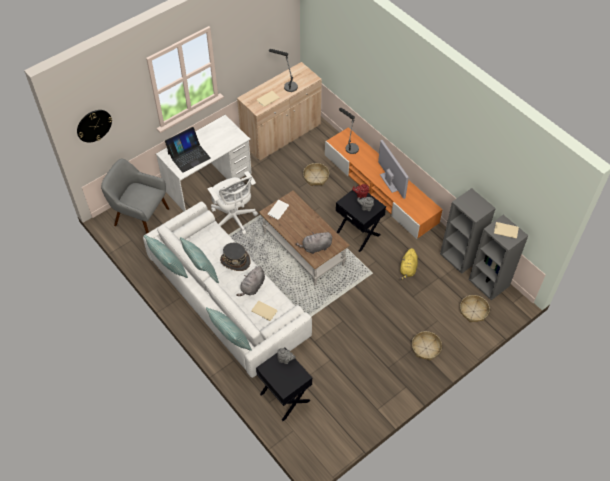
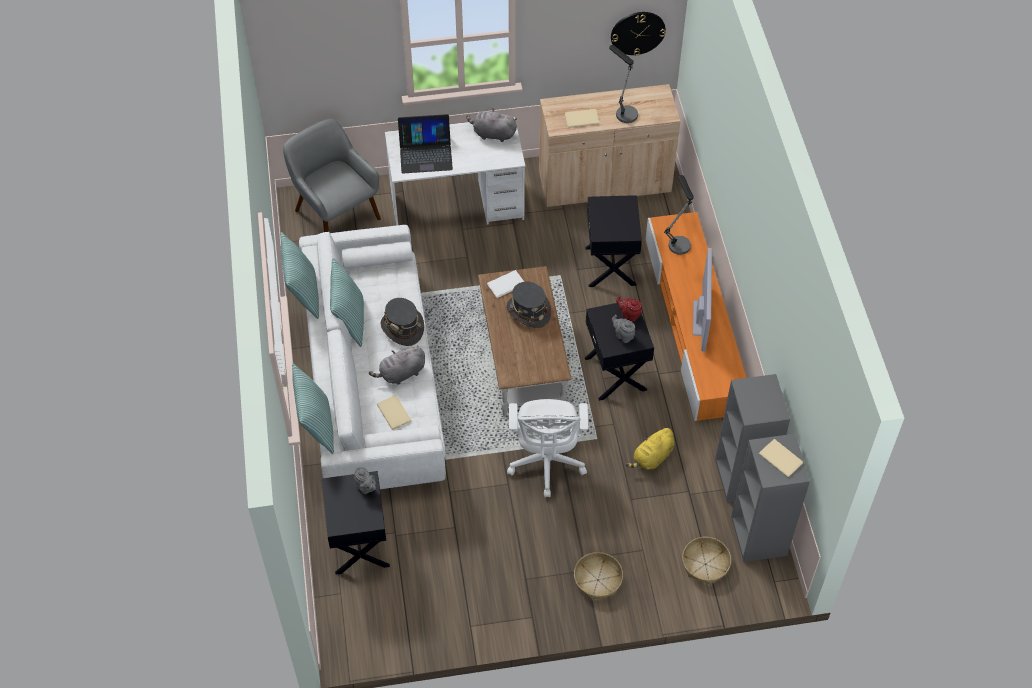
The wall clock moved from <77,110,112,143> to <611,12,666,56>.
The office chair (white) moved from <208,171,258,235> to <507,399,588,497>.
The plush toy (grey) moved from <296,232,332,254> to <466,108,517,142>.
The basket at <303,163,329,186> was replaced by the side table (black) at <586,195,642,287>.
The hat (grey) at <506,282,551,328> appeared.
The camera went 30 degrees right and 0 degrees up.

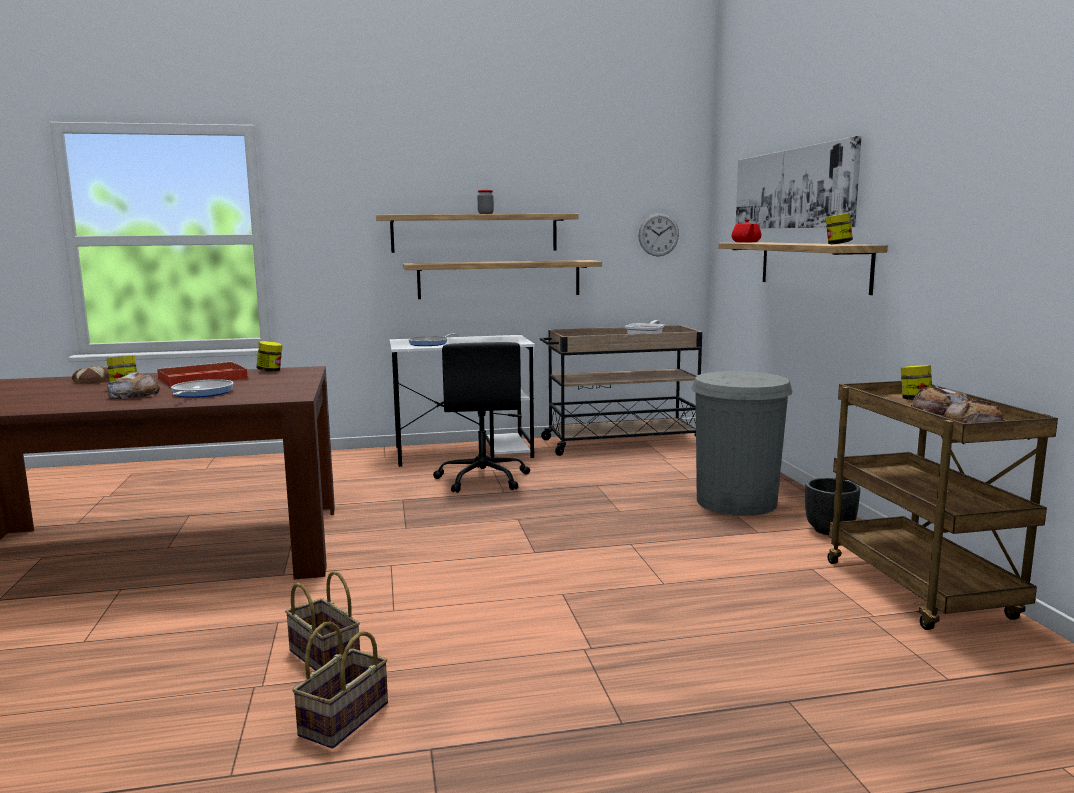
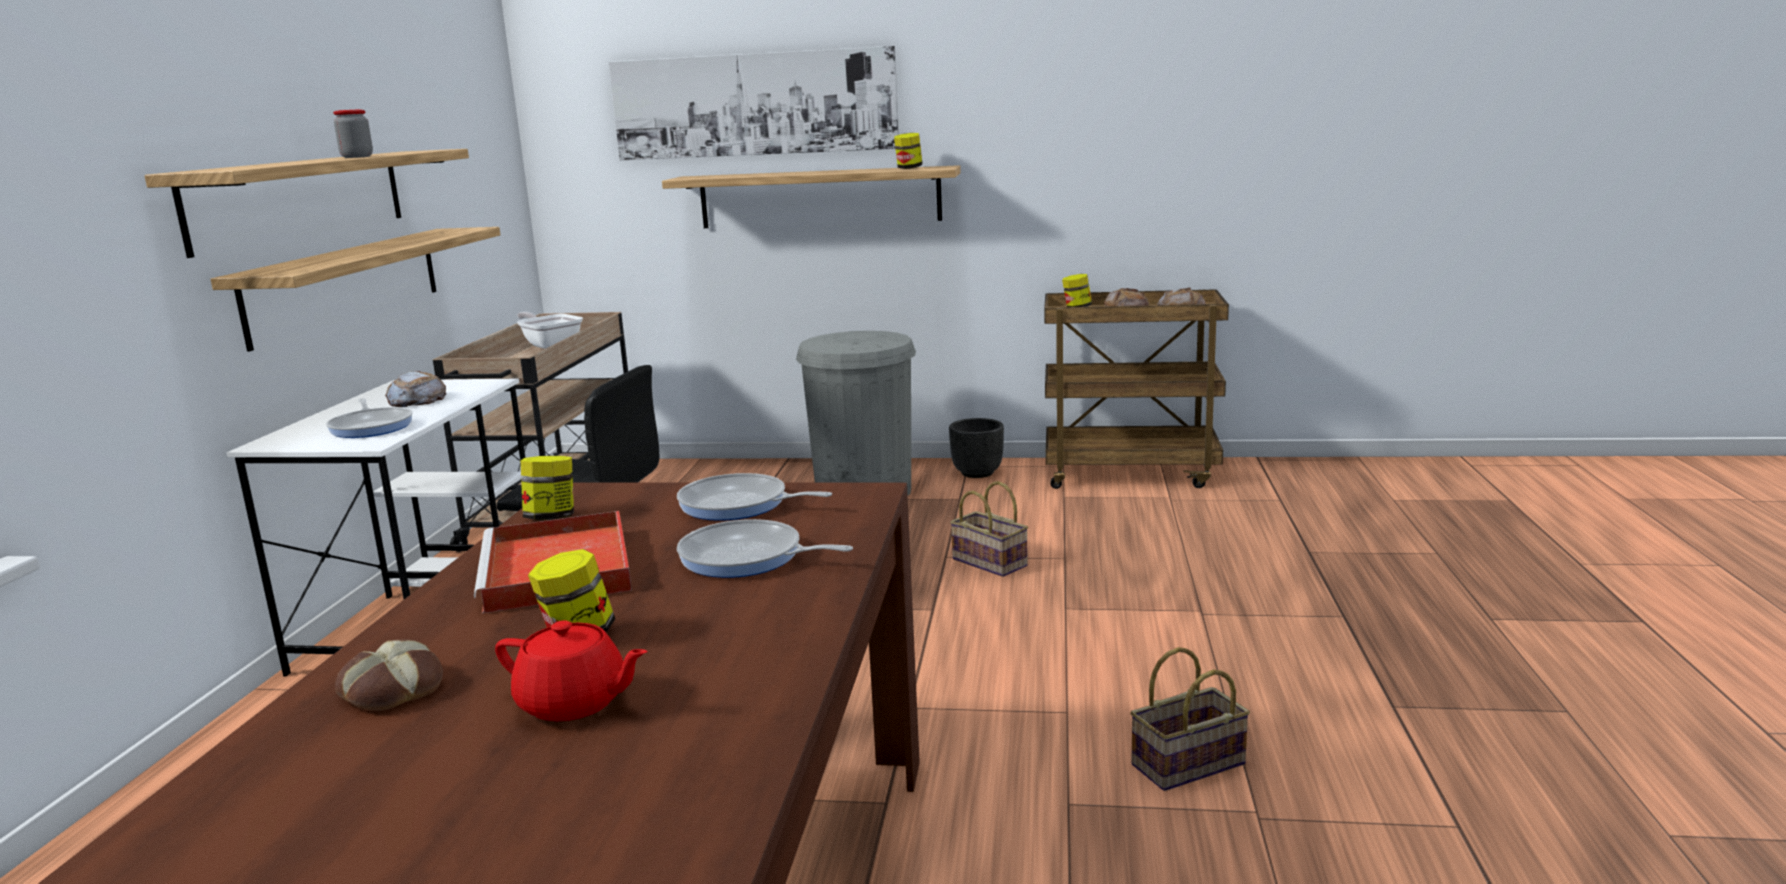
The bread moved from <107,372,160,399> to <385,371,446,407>.
The basket moved from <292,622,388,749> to <950,481,1028,577>.
The wall clock at <638,213,679,256> disappeared.
The teapot (red) moved from <732,219,761,243> to <495,620,647,721>.
The frying pan at <677,473,832,521> appeared.
The camera went 70 degrees left and 5 degrees up.

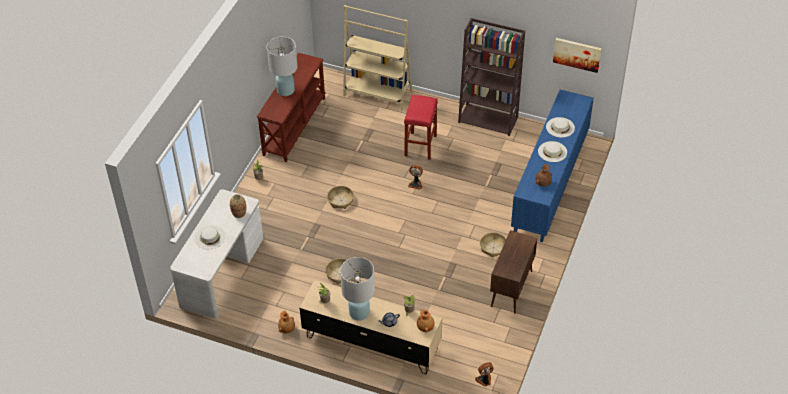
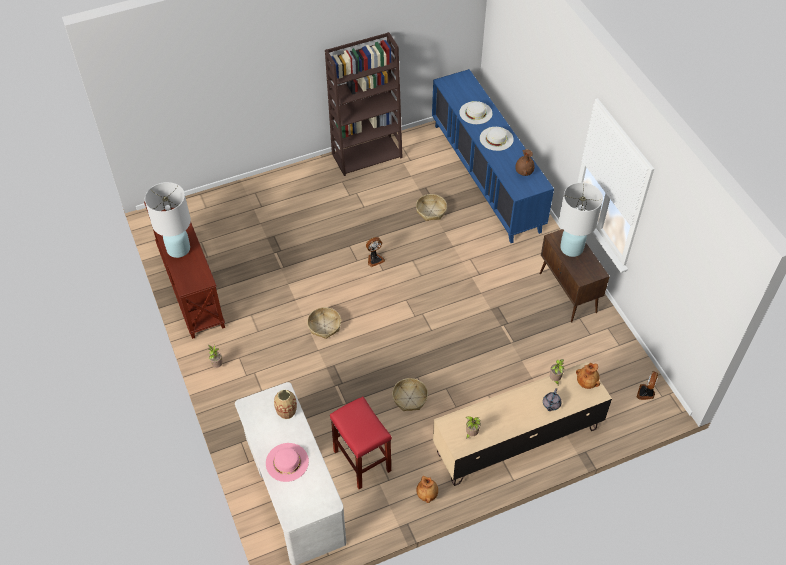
The hat (white) at <194,226,226,249> became the hat (pink) at <266,443,309,482>.
The table lamp (white) moved from <340,257,375,321> to <559,182,603,257>.
The bookcase (beige) at <343,5,412,111> disappeared.
The stool (red) moved from <404,95,438,160> to <330,397,392,489>.
The basket moved from <480,232,506,258> to <416,194,447,221>.
The picture at <553,38,601,73> disappeared.
The camera went 45 degrees left and 5 degrees up.

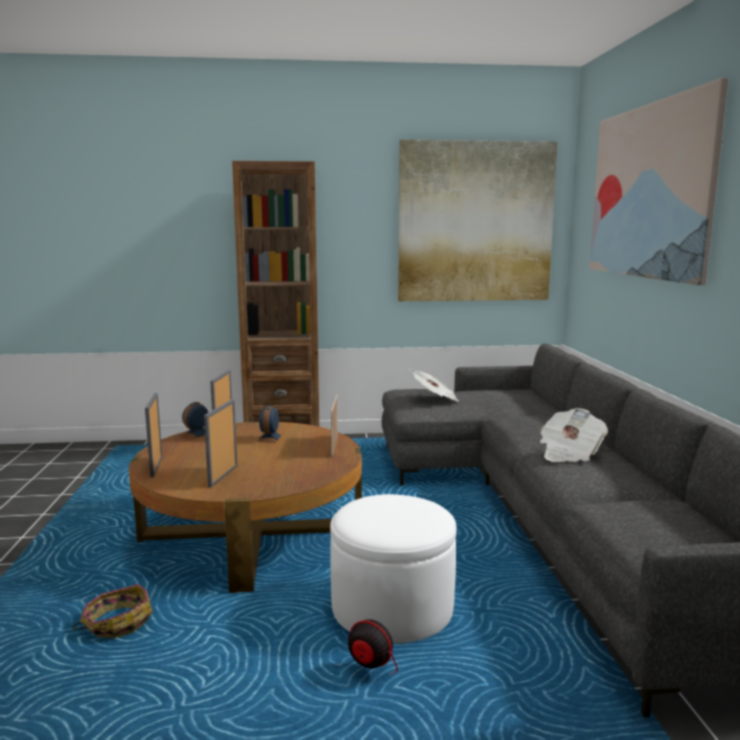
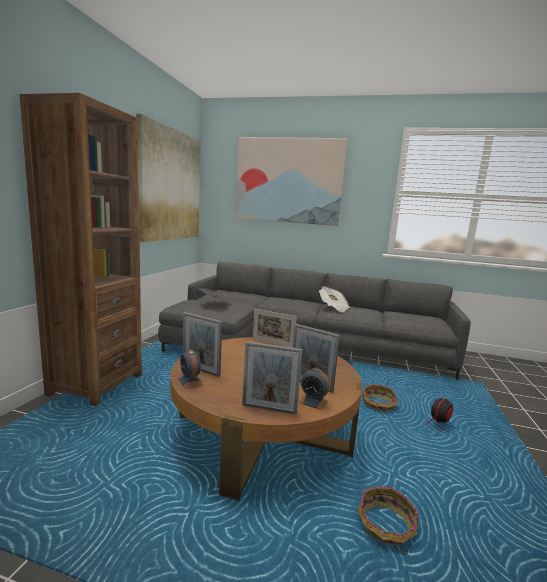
The alarm clock moved from <258,405,281,442> to <299,368,330,410>.
The ottoman (white) at <330,494,457,643> was replaced by the basket at <362,384,400,412>.
The camera went 70 degrees left and 0 degrees up.

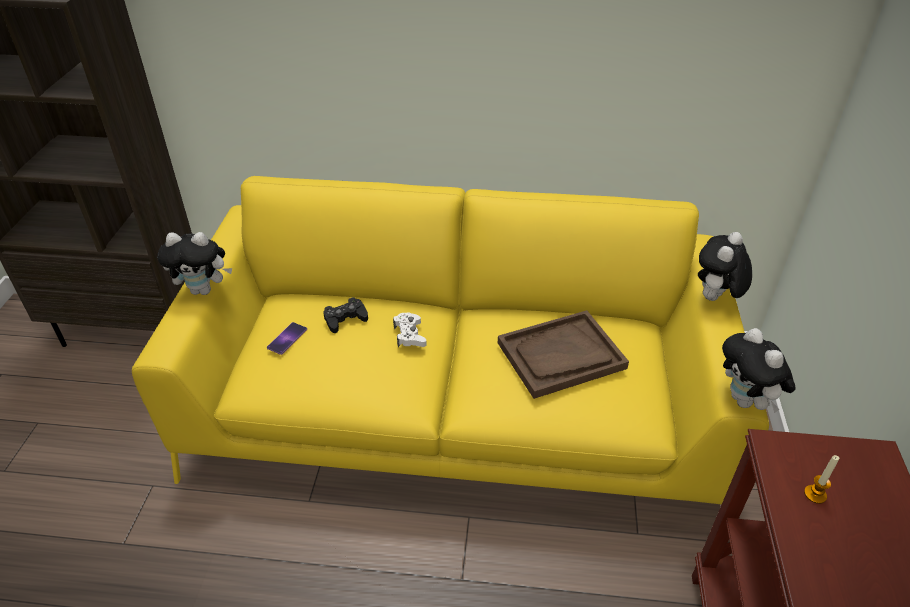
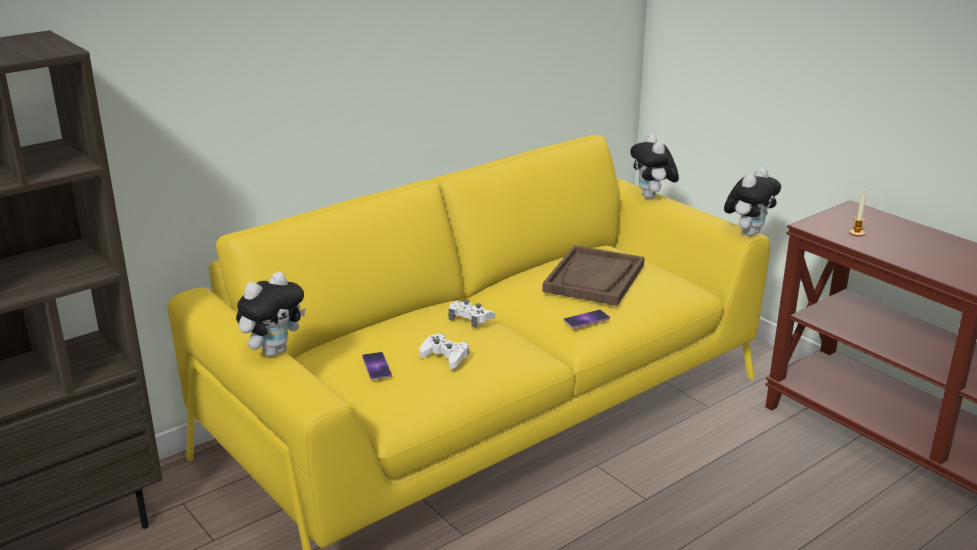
The game controller (black) at <323,297,368,333> disappeared.
The plush toy at <722,328,795,413> turned 75 degrees counterclockwise.
The game controller (white) at <419,334,469,369> appeared.
The phone at <564,310,610,328> appeared.
The camera went 45 degrees left and 15 degrees down.

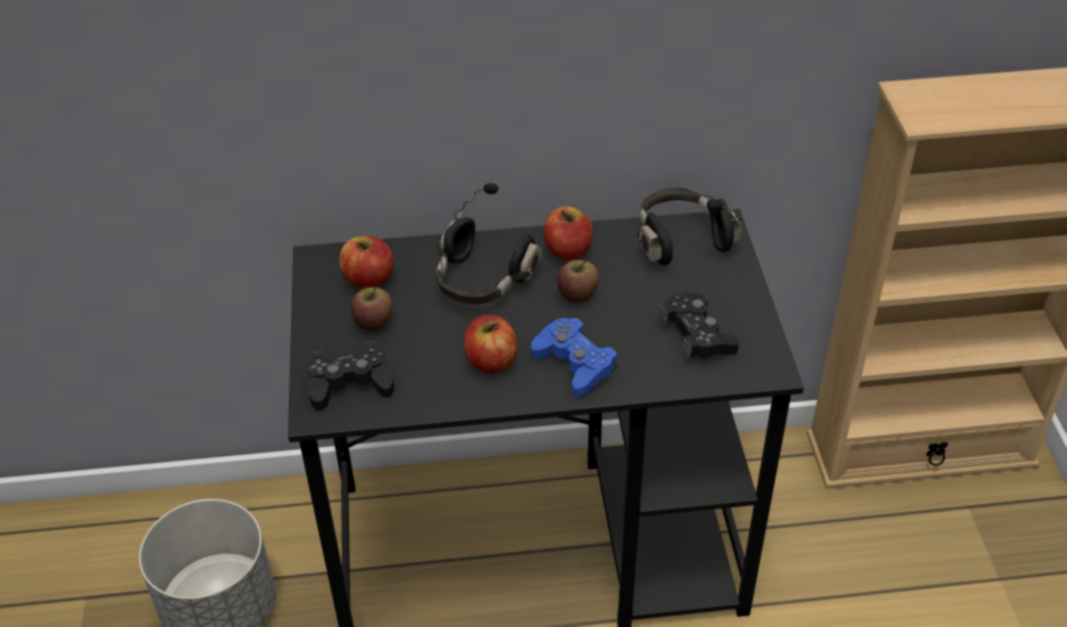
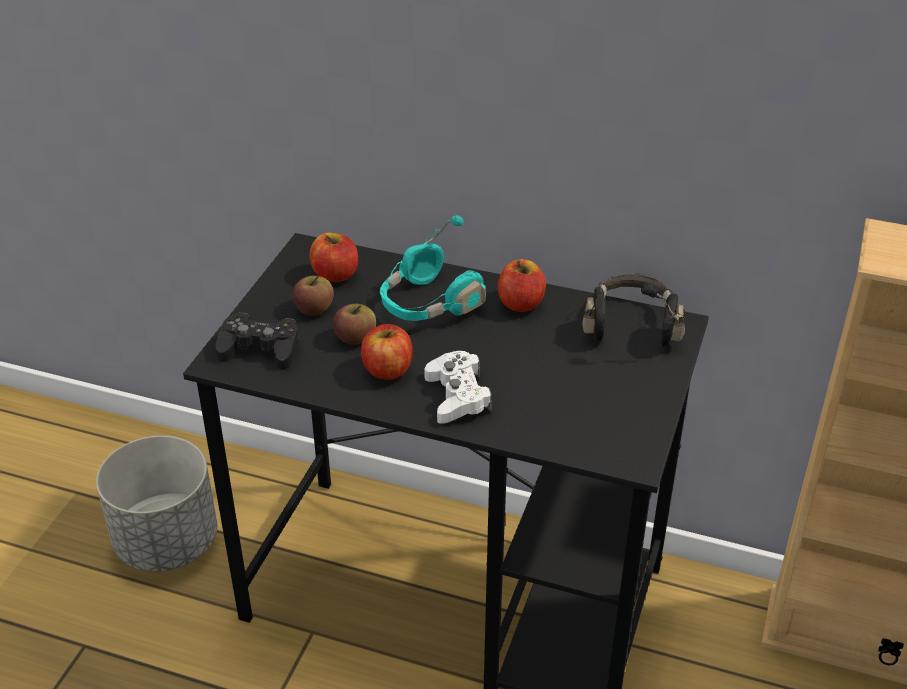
The headphones (black) at <436,183,542,305> became the headphones (turquoise) at <380,215,486,321>.
The game controller (blue) at <531,318,617,397> became the game controller (white) at <424,351,492,424>.
The apple moved from <557,260,599,303> to <333,304,376,345>.
The game controller (black) at <659,292,739,362> disappeared.
The camera went 25 degrees right and 5 degrees down.

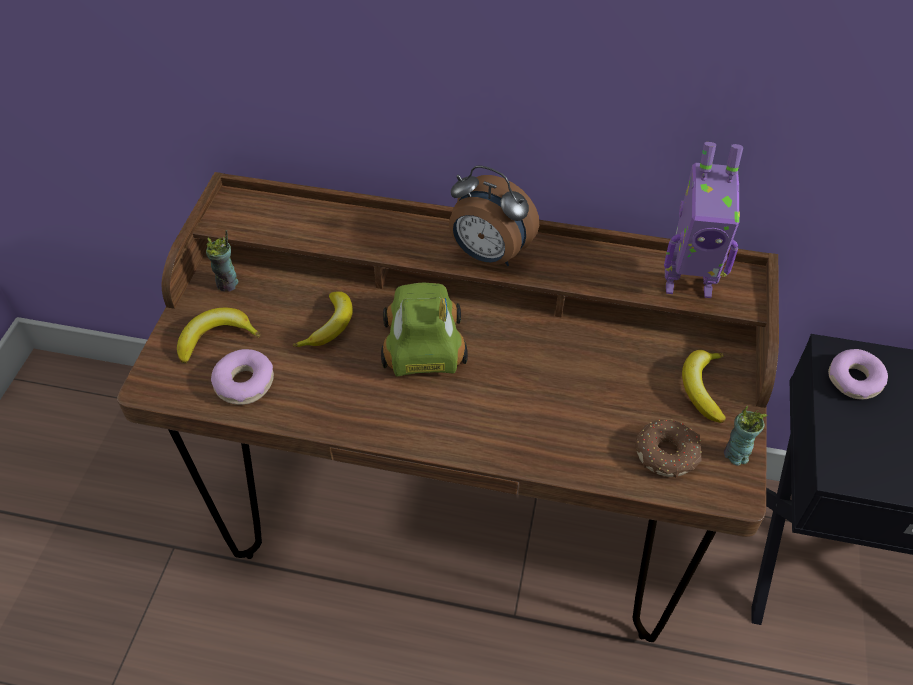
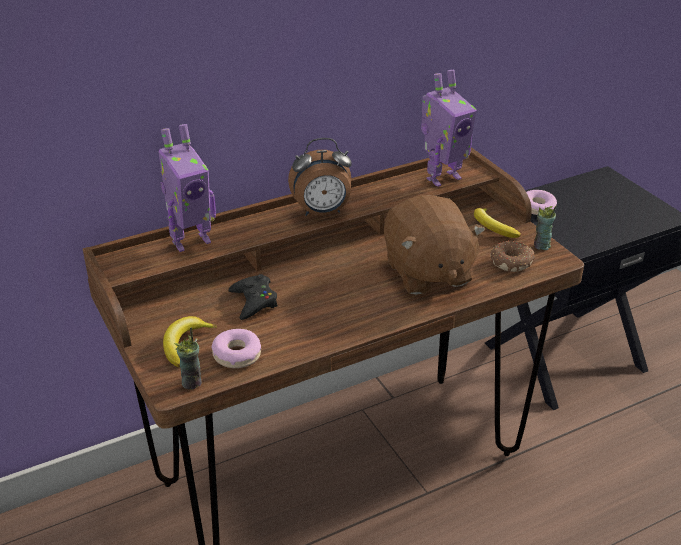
The cup moved from <206,230,239,291> to <174,327,202,389>.
The banana at <293,291,353,347> was replaced by the game controller (black) at <228,274,278,320>.
The toy car at <381,283,468,377> disappeared.
The toy robot at <158,124,216,252> appeared.
The plush toy (brown) at <384,195,485,295> appeared.
The camera went 40 degrees left and 15 degrees down.

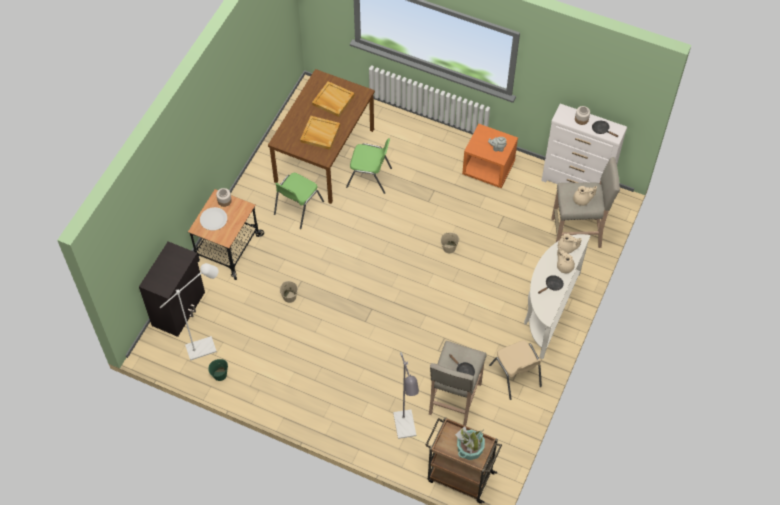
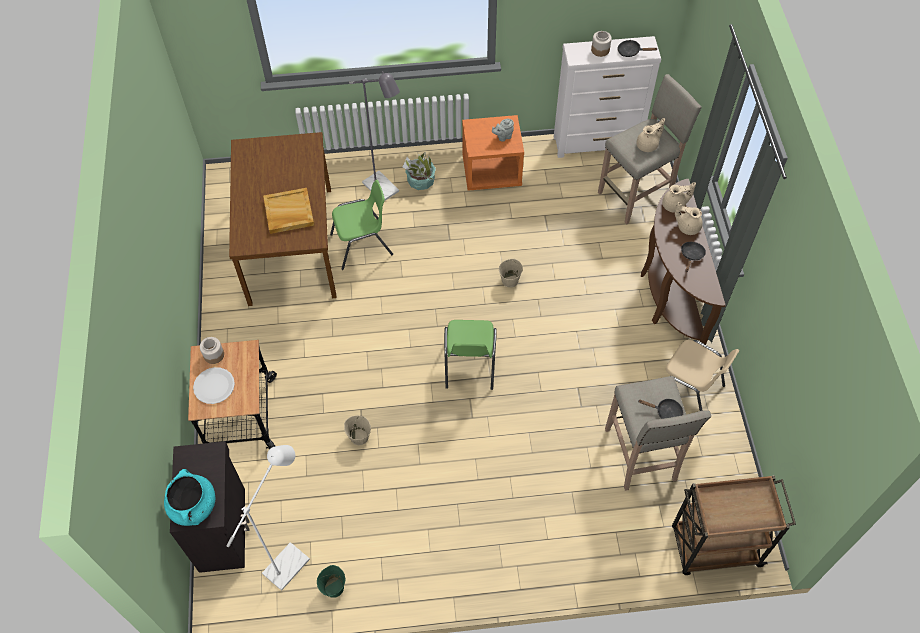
The chair (green) moved from <274,173,324,229> to <444,320,497,390>.
The tray (beige) at <312,81,354,117> disappeared.
The floor lamp (grey) moved from <393,352,419,439> to <349,71,400,200>.
The potted plant moved from <455,426,485,460> to <403,152,436,190>.
The console table (white) at <524,234,591,359> became the console table (brown) at <641,179,726,345>.
The cooking pot (turquoise) at <164,469,215,526> appeared.
The camera went 30 degrees left and 0 degrees up.

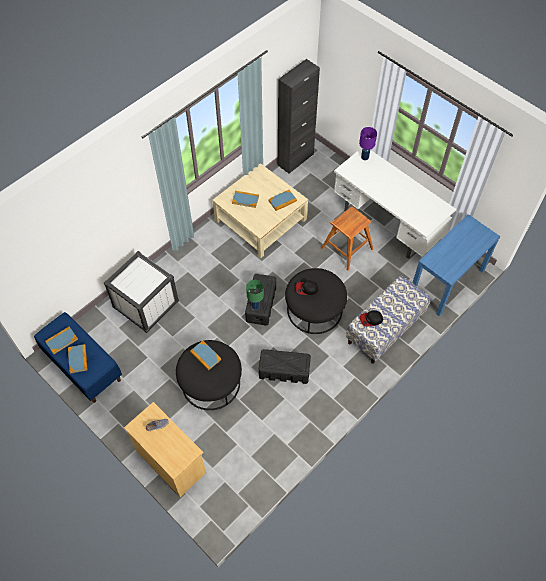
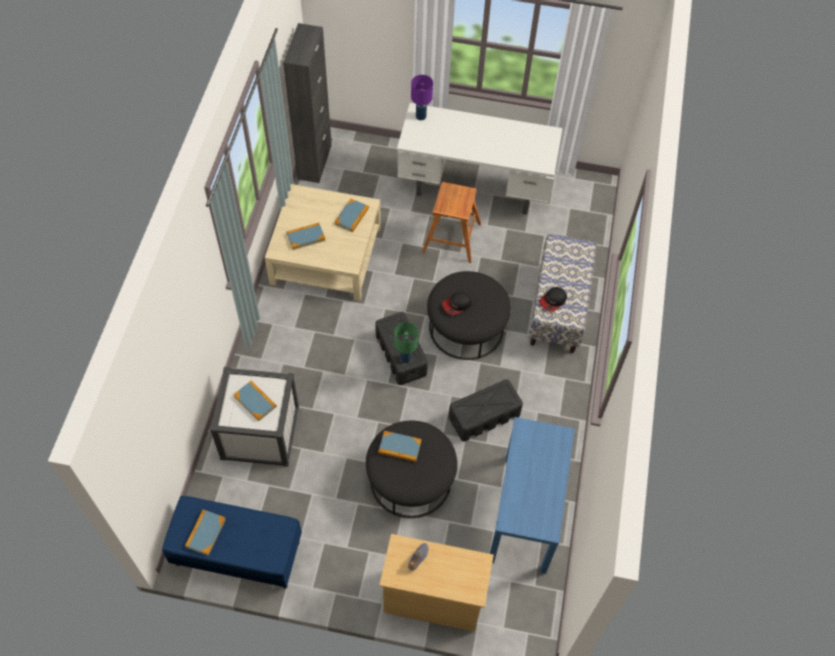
The book moved from <68,344,88,373> to <234,380,277,422>.
The console table (blue) moved from <412,214,501,316> to <489,417,575,574>.
The camera went 35 degrees left and 0 degrees up.

